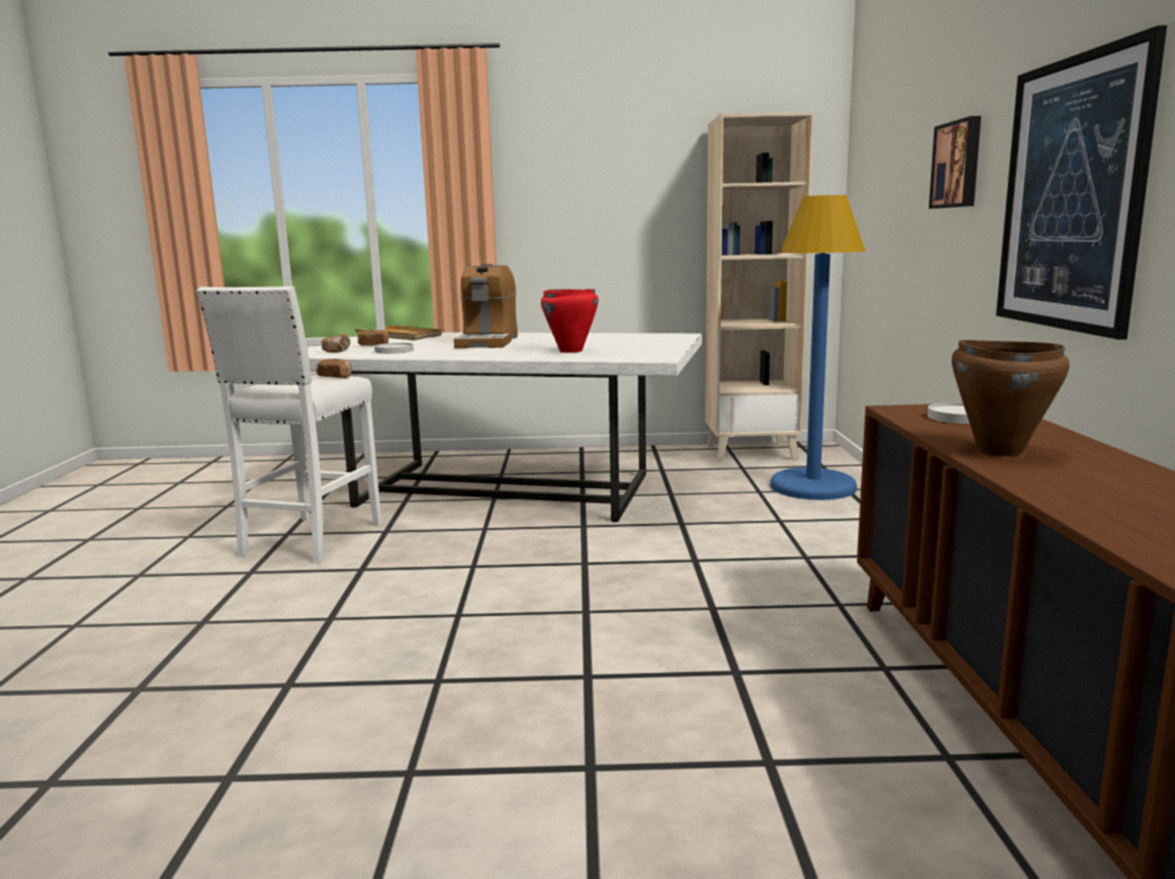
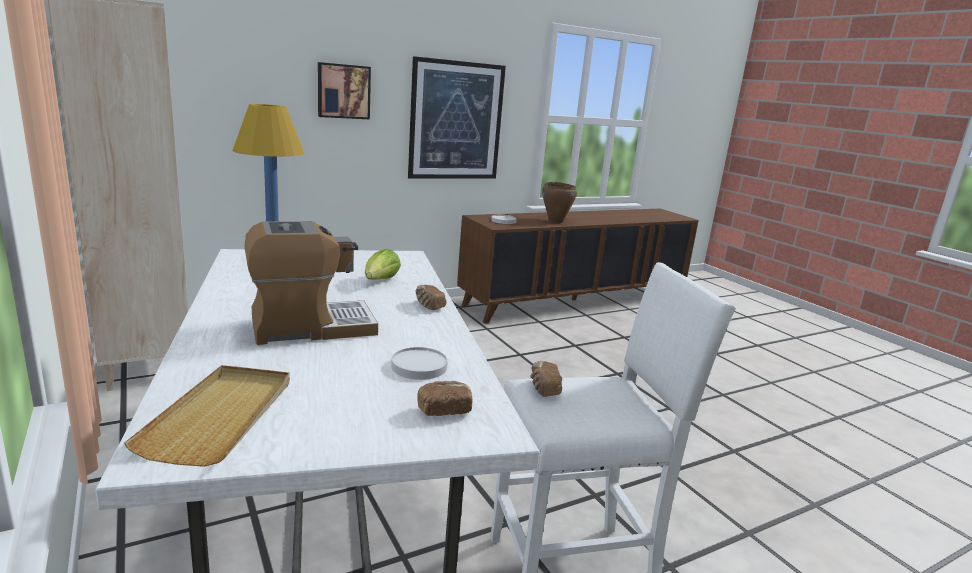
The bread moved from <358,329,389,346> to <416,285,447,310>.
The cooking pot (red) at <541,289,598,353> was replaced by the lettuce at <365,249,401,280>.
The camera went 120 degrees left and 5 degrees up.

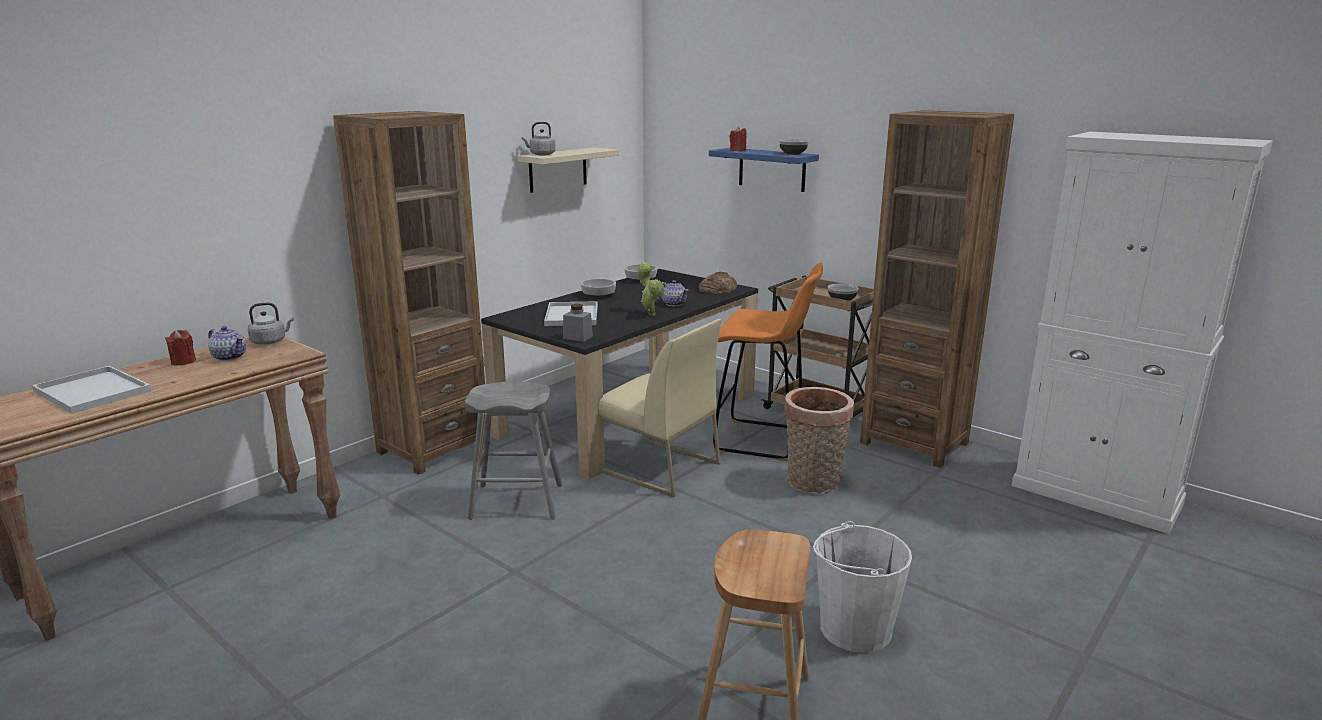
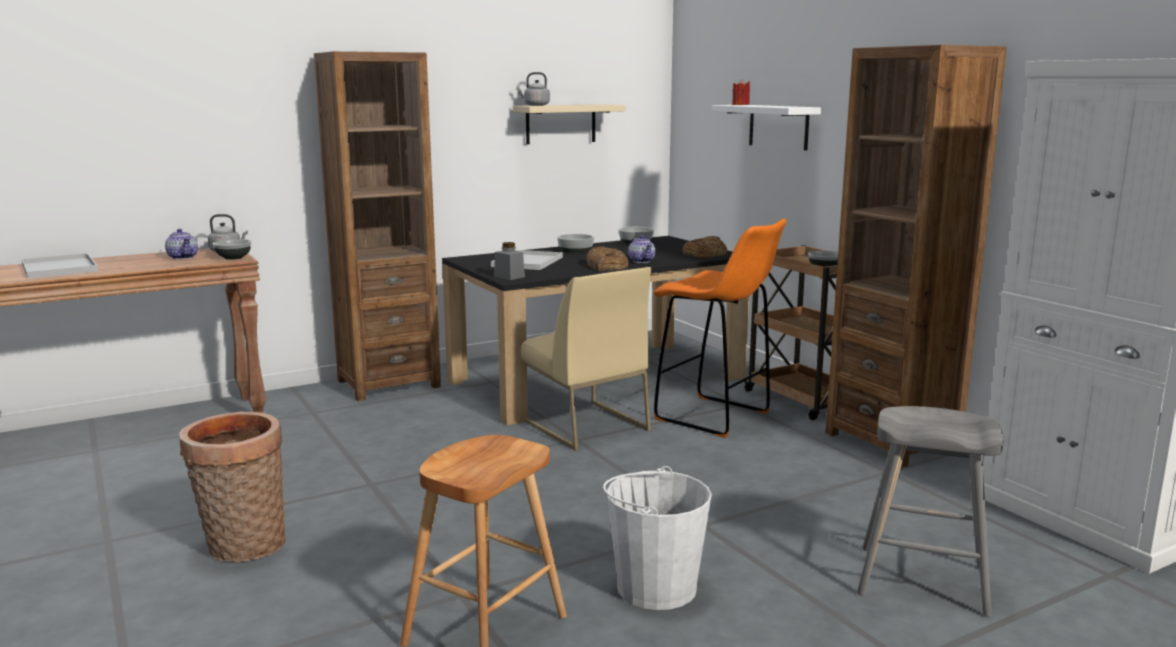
The candle (red) at <165,330,196,366> disappeared.
The stool (grey) moved from <465,382,562,520> to <857,406,1004,617>.
The potted plant at <637,262,665,316> was replaced by the bread at <586,247,628,271>.
The shelf (blue) at <709,148,819,192> became the shelf (white) at <712,105,821,150>.
The bowl moved from <779,139,809,155> to <213,239,252,260>.
The basket moved from <784,387,854,493> to <179,412,285,562>.
The camera went 20 degrees right and 5 degrees down.

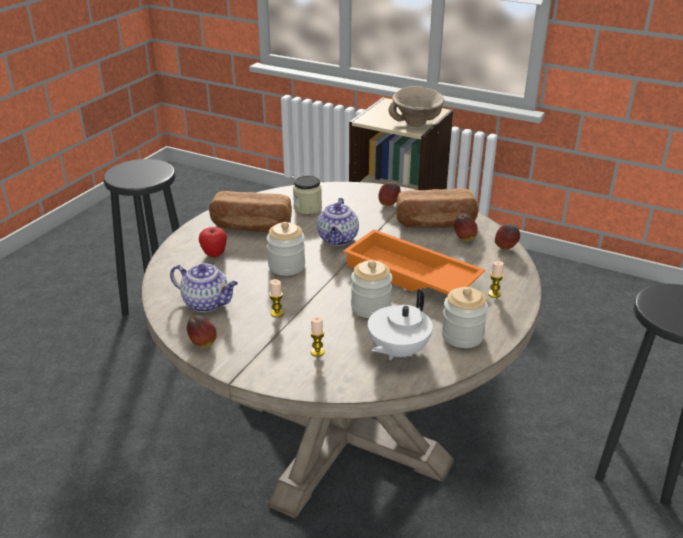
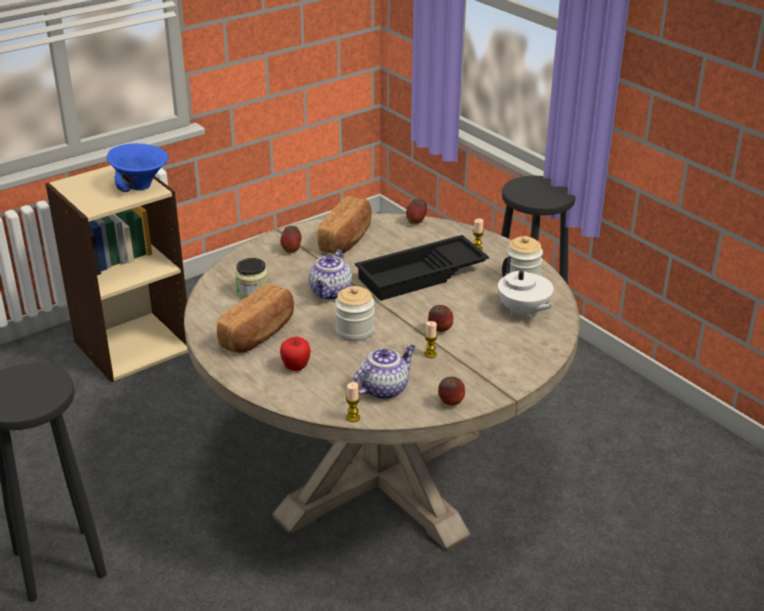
The candle moved from <310,317,325,357> to <346,382,360,422>.
The teapot at <317,198,359,246> turned 75 degrees clockwise.
The tray (orange) at <343,229,485,295> became the tray (black) at <355,235,489,301>.
The jar at <351,260,392,318> disappeared.
The bowl (beige) at <389,86,445,127> became the bowl (blue) at <107,143,168,192>.
The apple moved from <454,214,478,242> to <428,305,453,332>.
The camera went 65 degrees left and 0 degrees up.

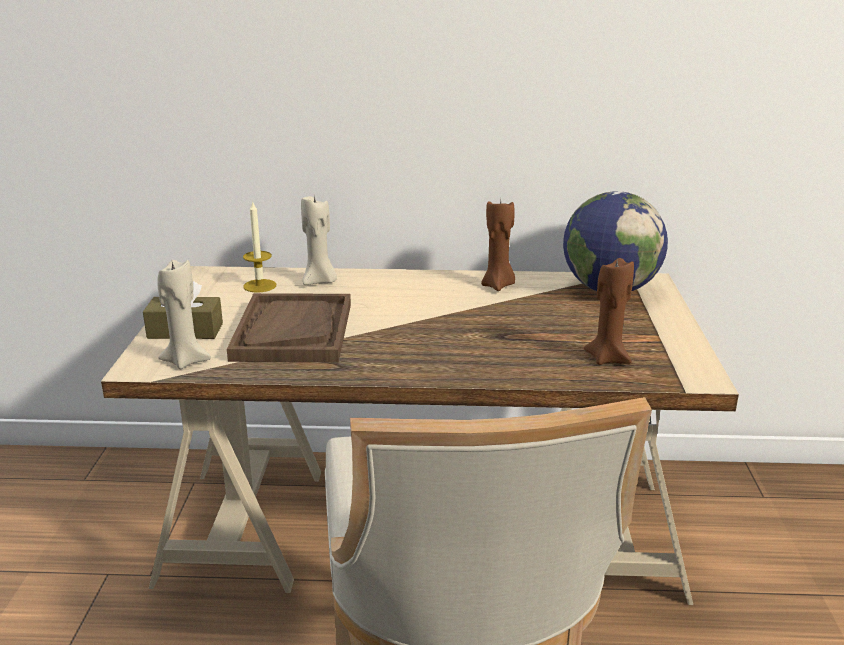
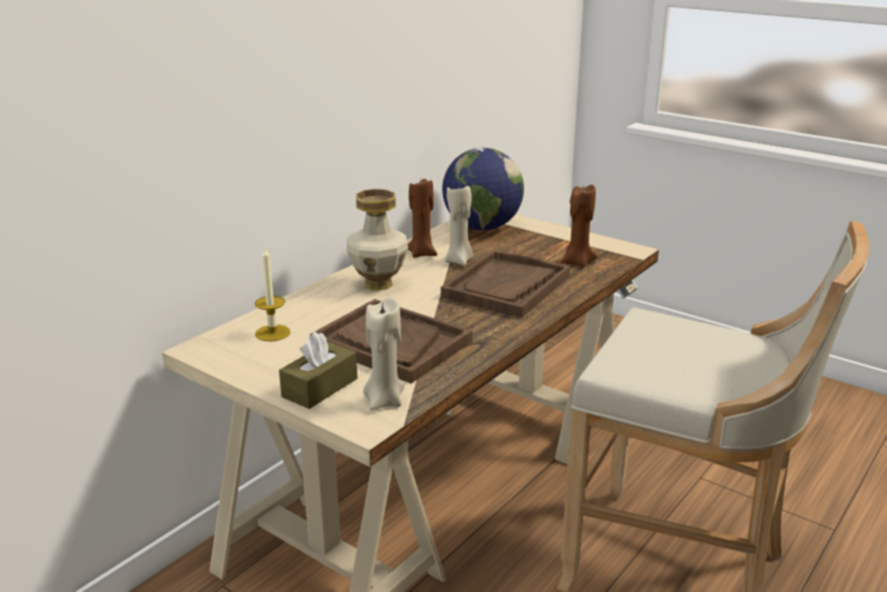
The candle (beige) moved from <301,193,337,285> to <445,186,473,266>.
The vase at <347,189,408,291> appeared.
The tray (brown) at <441,250,570,318> appeared.
The camera went 55 degrees left and 0 degrees up.

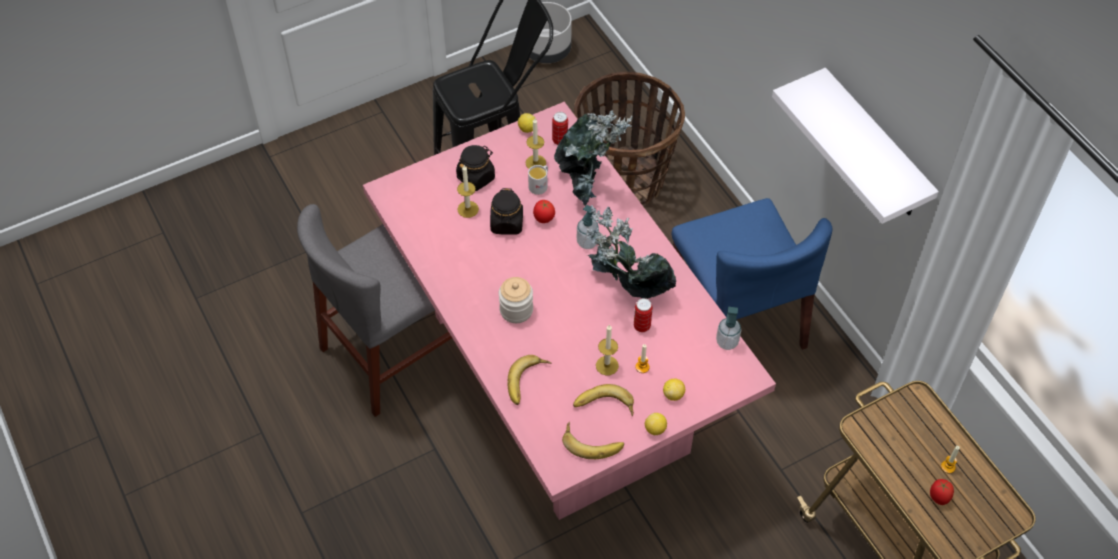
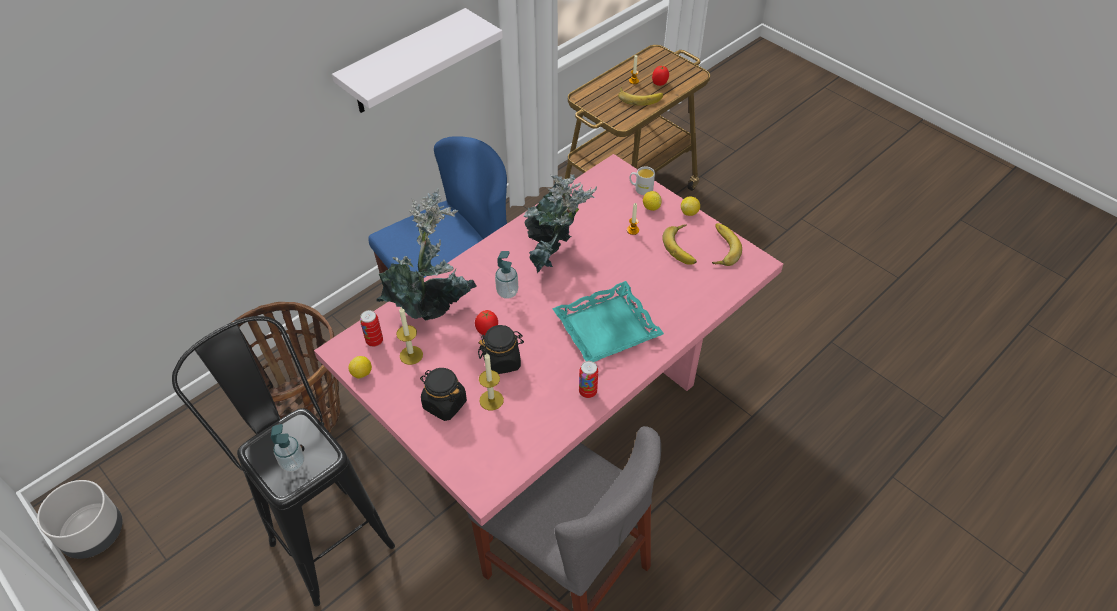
The jar at <499,277,533,323> was replaced by the tray (turquoise) at <552,281,664,362>.
The banana moved from <508,355,551,405> to <618,86,663,106>.
The mug (white) moved from <528,165,548,195> to <630,166,655,195>.
The candle at <596,324,619,375> disappeared.
The can moved from <634,298,653,332> to <579,361,598,398>.
The soap dispenser moved from <716,306,741,350> to <271,424,305,472>.
The camera went 105 degrees left and 5 degrees down.

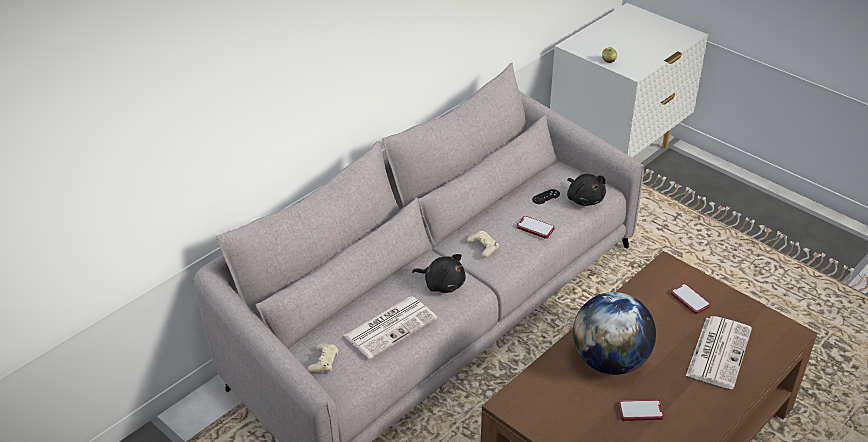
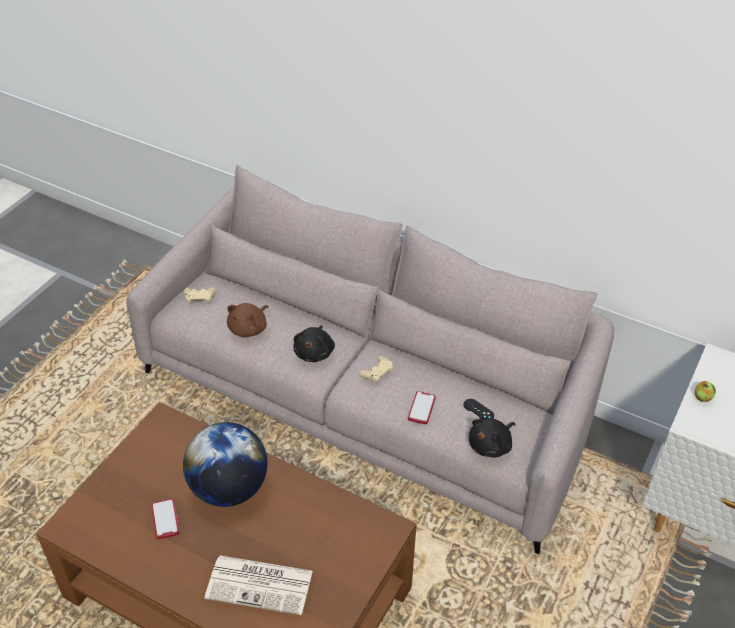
The newspaper at <343,296,437,359> was replaced by the plush toy (brown) at <227,303,268,337>.
The phone at <670,284,710,314> disappeared.
The camera went 75 degrees right and 5 degrees up.

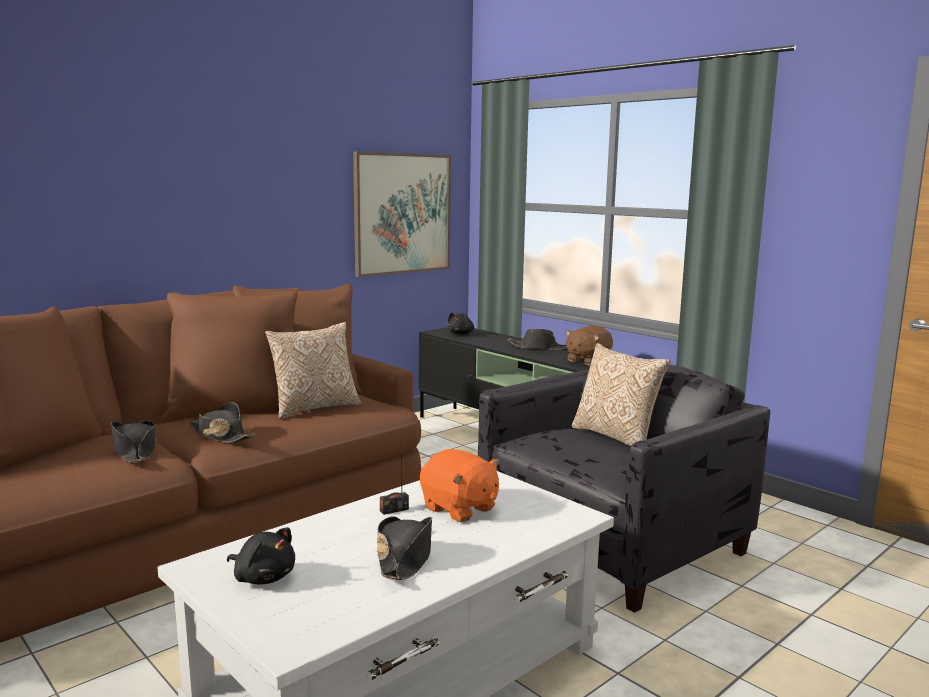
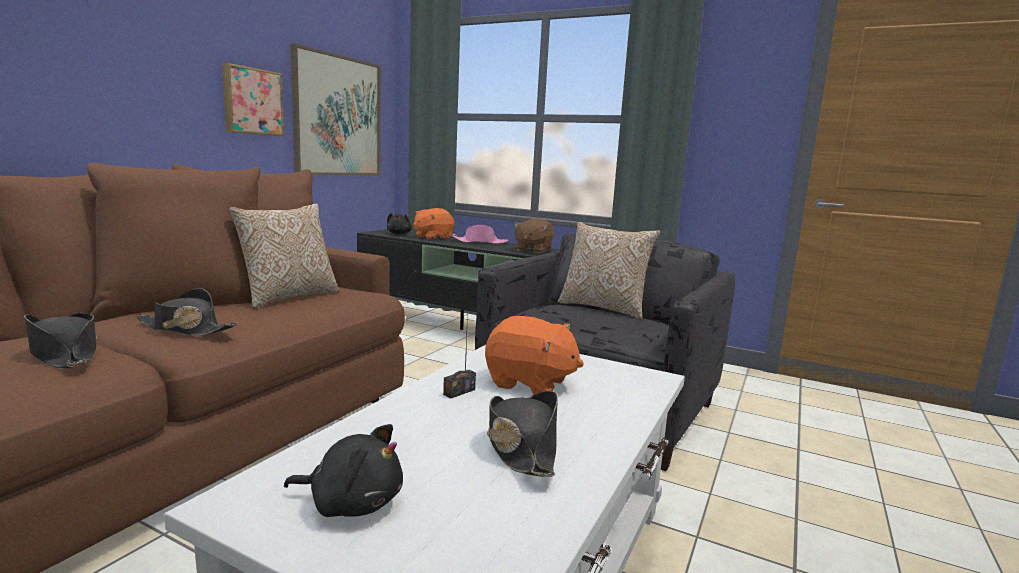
The hat (black) at <508,329,567,350> became the hat (pink) at <452,225,509,244>.
The picture at <222,63,284,136> appeared.
The plush toy (orange) at <413,208,454,239> appeared.
The camera went 20 degrees left and 0 degrees up.

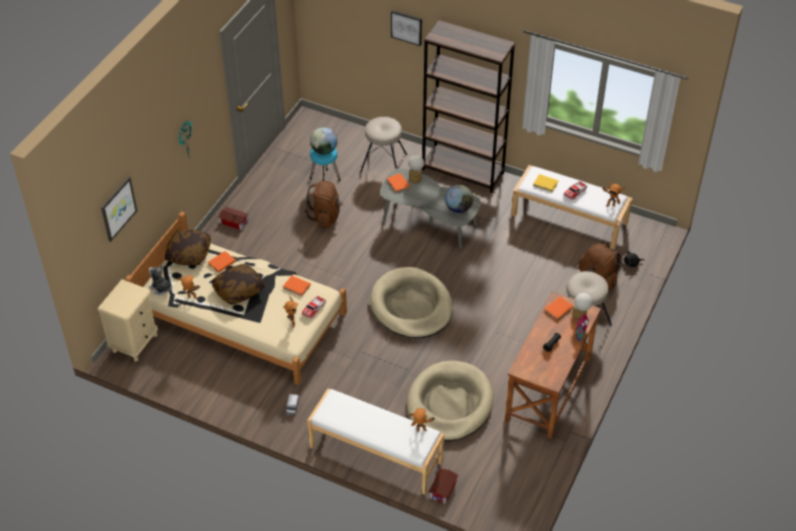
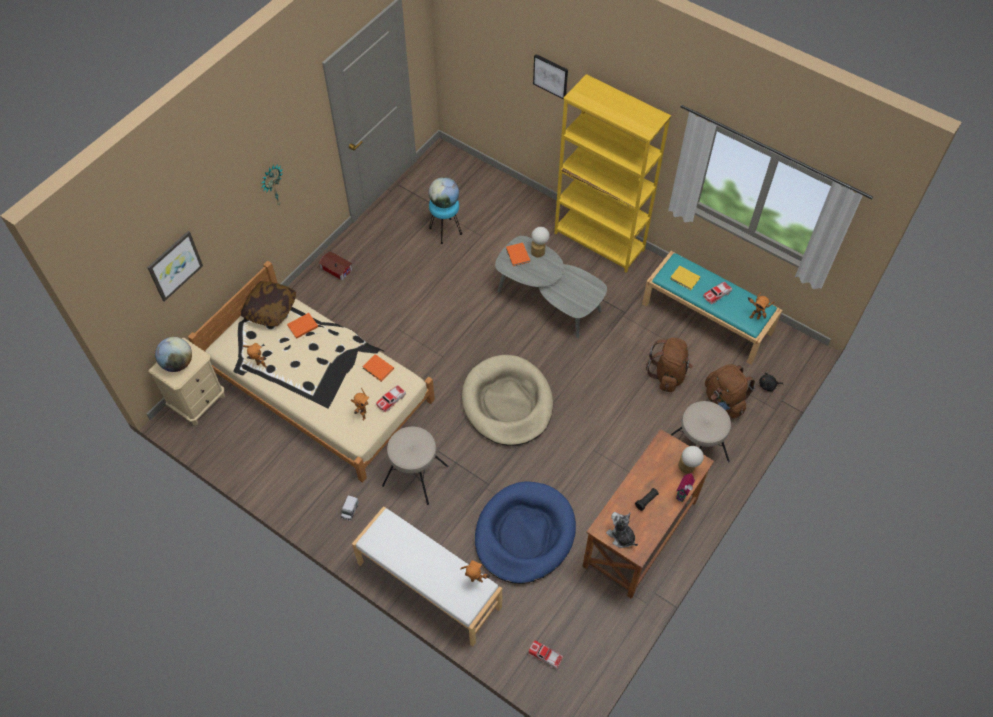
The plush toy moved from <148,265,171,296> to <606,512,638,548>.
The pillow at <211,264,265,305> disappeared.
The backpack (brown) moved from <305,181,343,228> to <646,338,693,392>.
The stool (beige) moved from <360,117,407,172> to <382,427,449,505>.
The dog bed (beige) at <407,361,494,441> became the dog bed (blue) at <475,481,576,584>.
The bookcase (brown) at <422,20,515,193> became the bookcase (yellow) at <554,74,671,273>.
The toy house at <428,468,459,504> disappeared.
The globe moved from <445,185,473,213> to <155,337,192,372>.
The bench (white) at <511,165,632,249> became the bench (turquoise) at <642,251,782,365>.
The book (orange) at <544,297,573,320> disappeared.
The toy car at <528,640,563,669> appeared.
The camera went 10 degrees right and 10 degrees up.

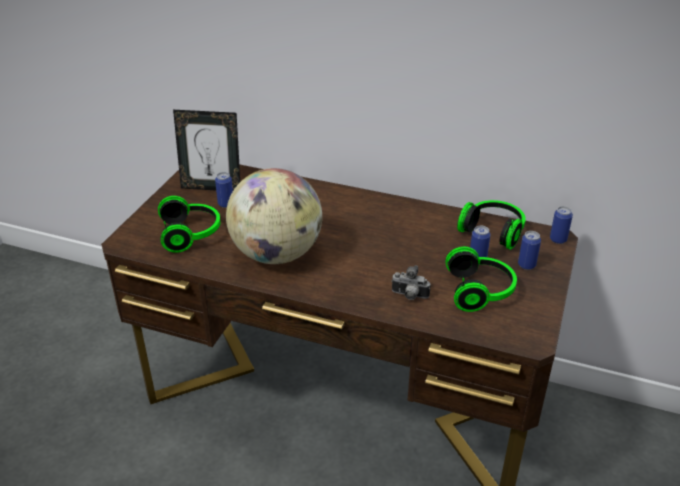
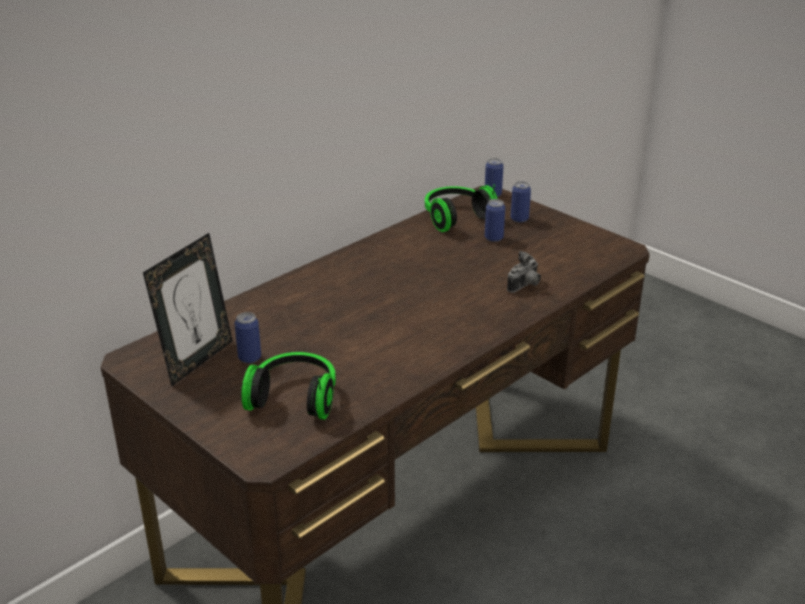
The globe at <226,168,322,264> disappeared.
The headphones at <445,247,517,312> disappeared.
The camera went 65 degrees left and 5 degrees down.

